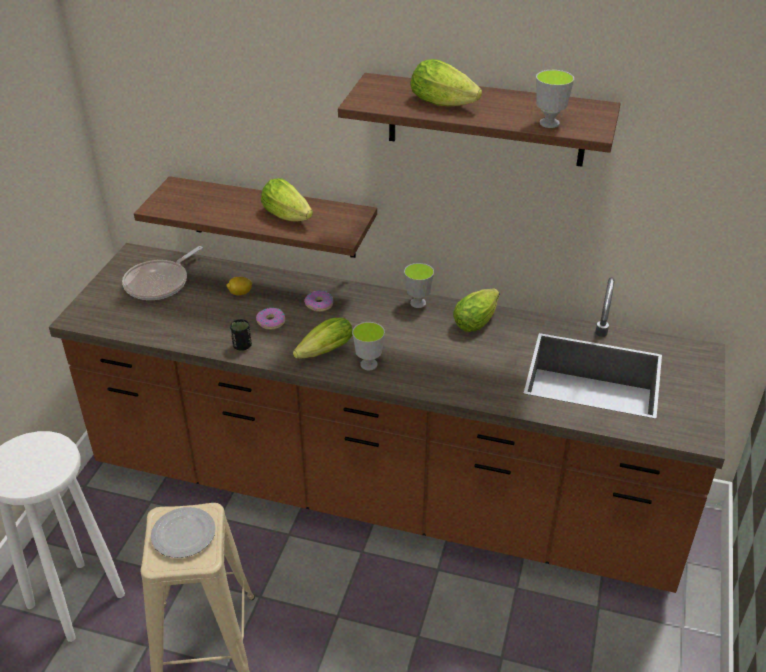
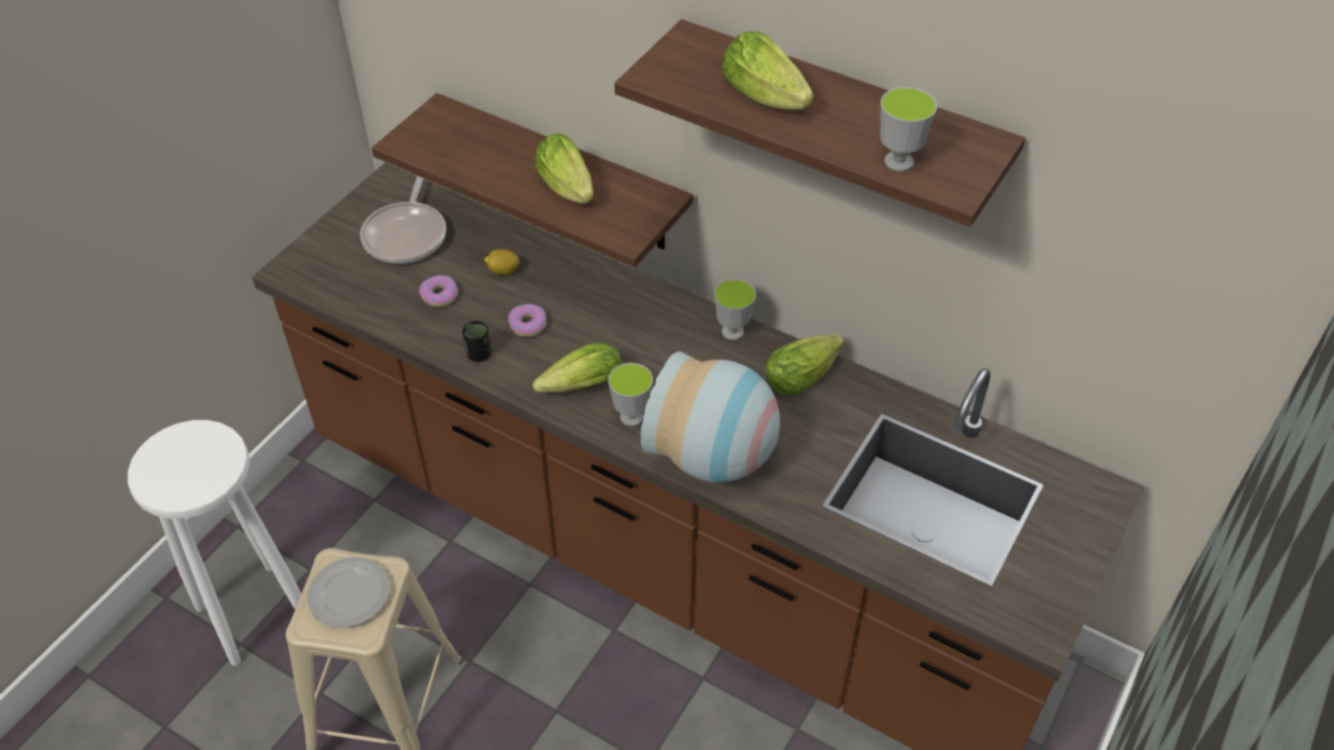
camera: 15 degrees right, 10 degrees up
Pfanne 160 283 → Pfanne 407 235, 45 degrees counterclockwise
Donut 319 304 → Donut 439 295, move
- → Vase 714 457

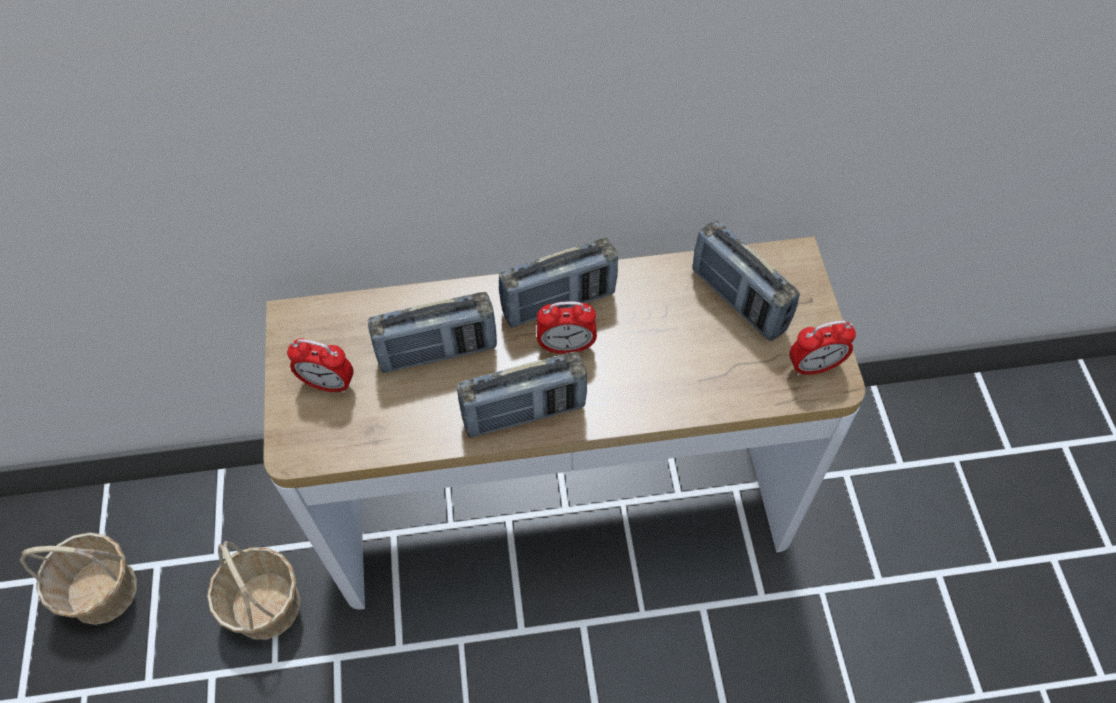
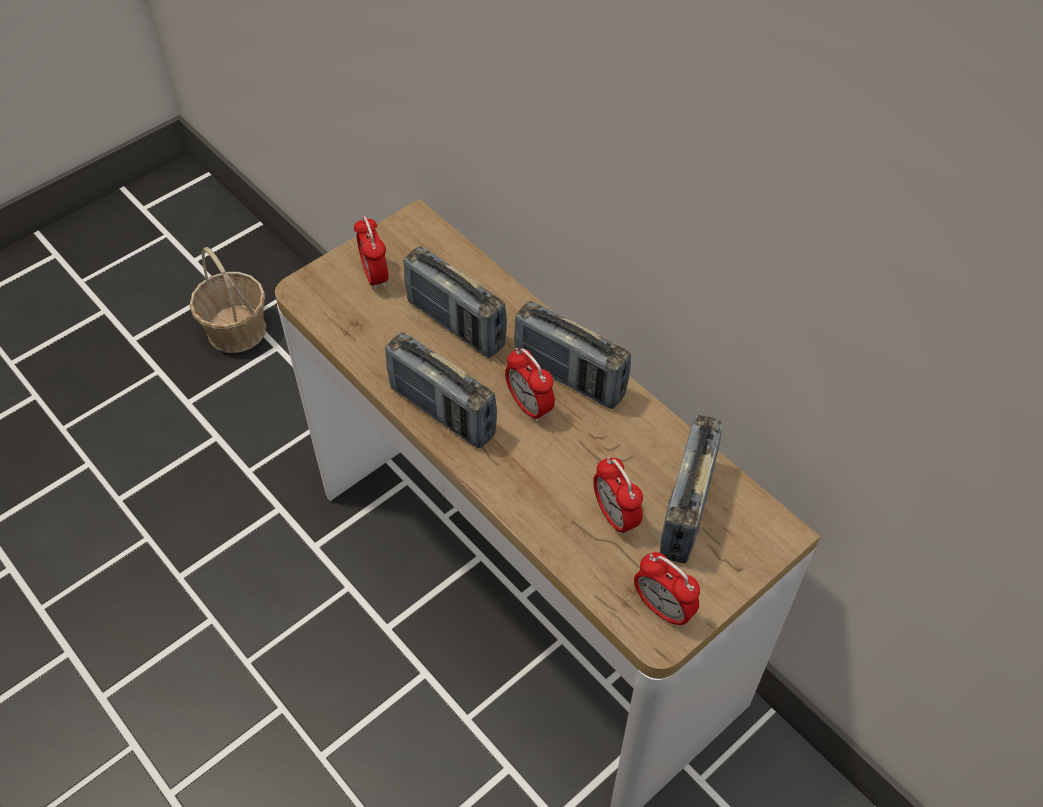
camera: 55 degrees right, 5 degrees down
- → Wecker 615 516
Korb 266 605 → -

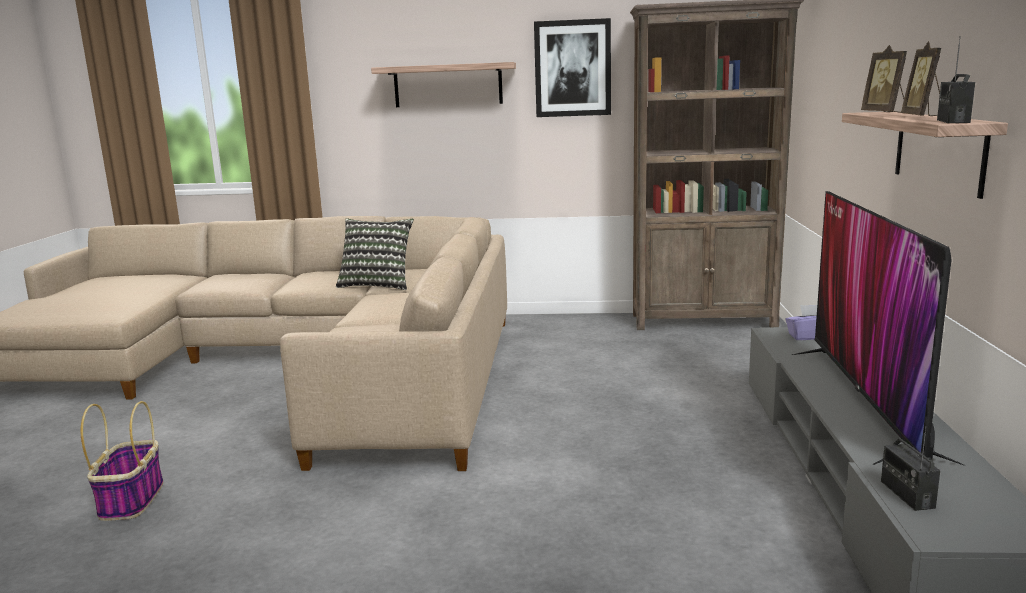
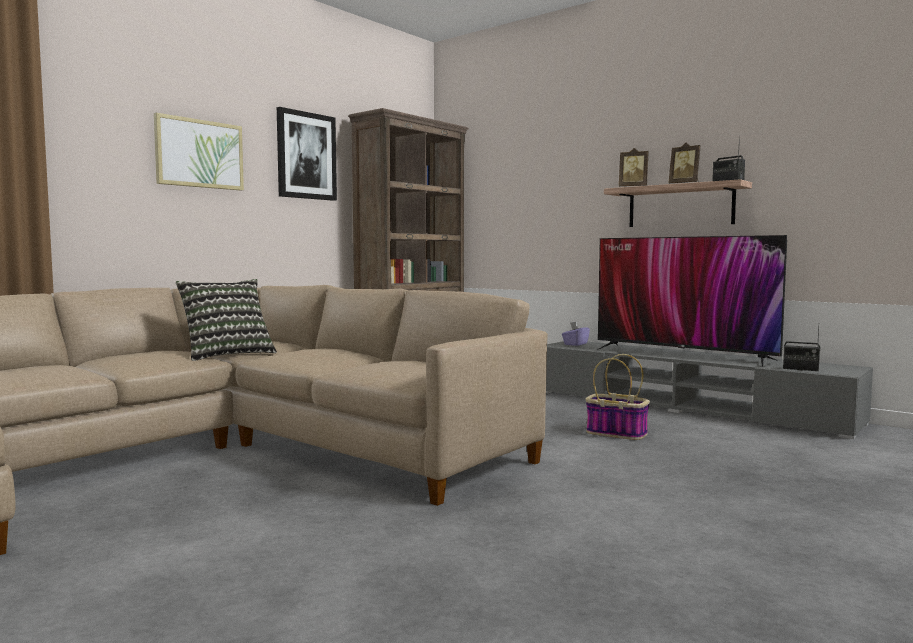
camera: 55 degrees left, 10 degrees down
Wandregal 448 85 → Bild 199 154
Korb 132 499 → Korb 615 433, move

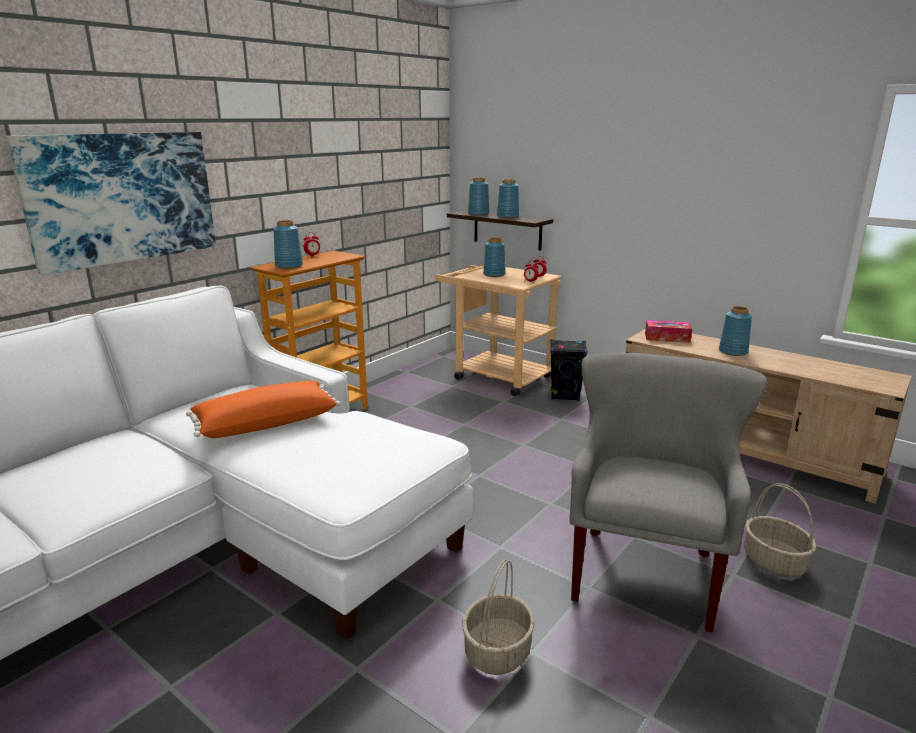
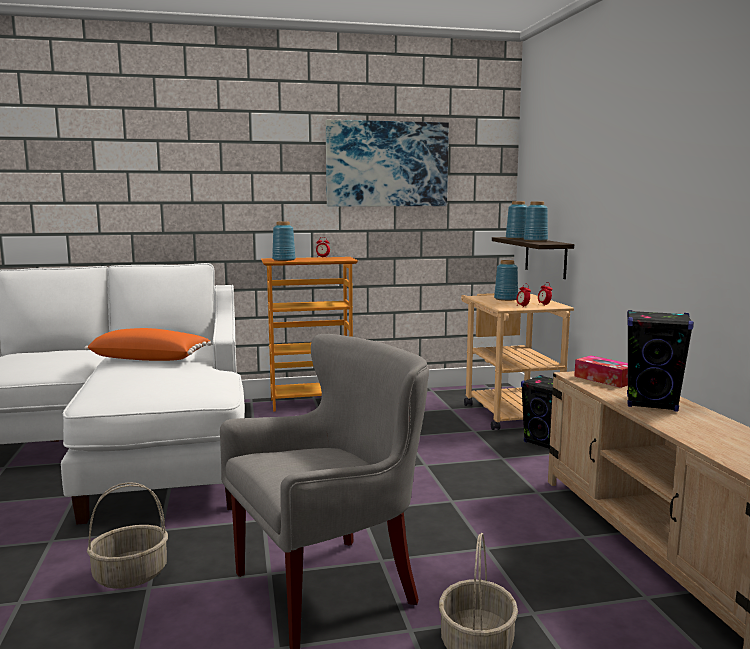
camera: 40 degrees right, 10 degrees down
Bild 122 198 → Bild 387 164, move
Vase [blau] 733 351 → Lautsprecher [schwarz] 652 404

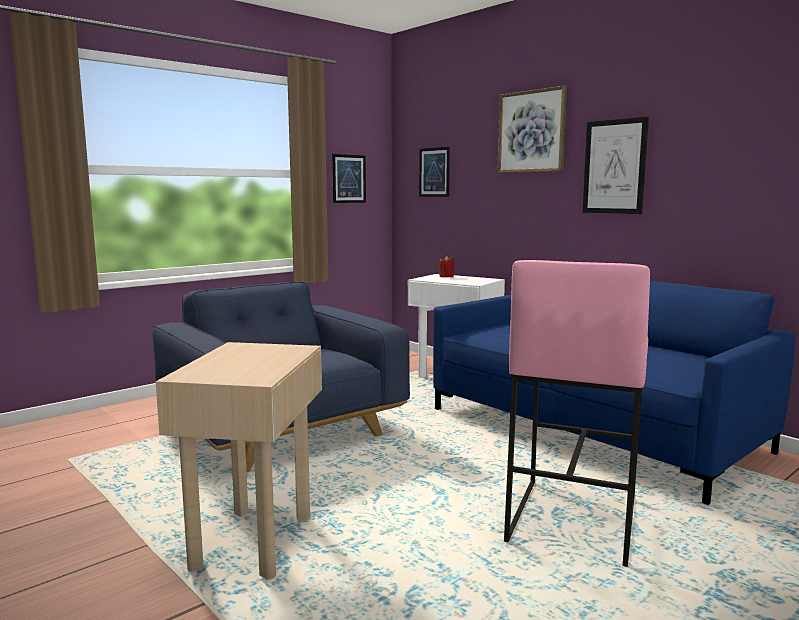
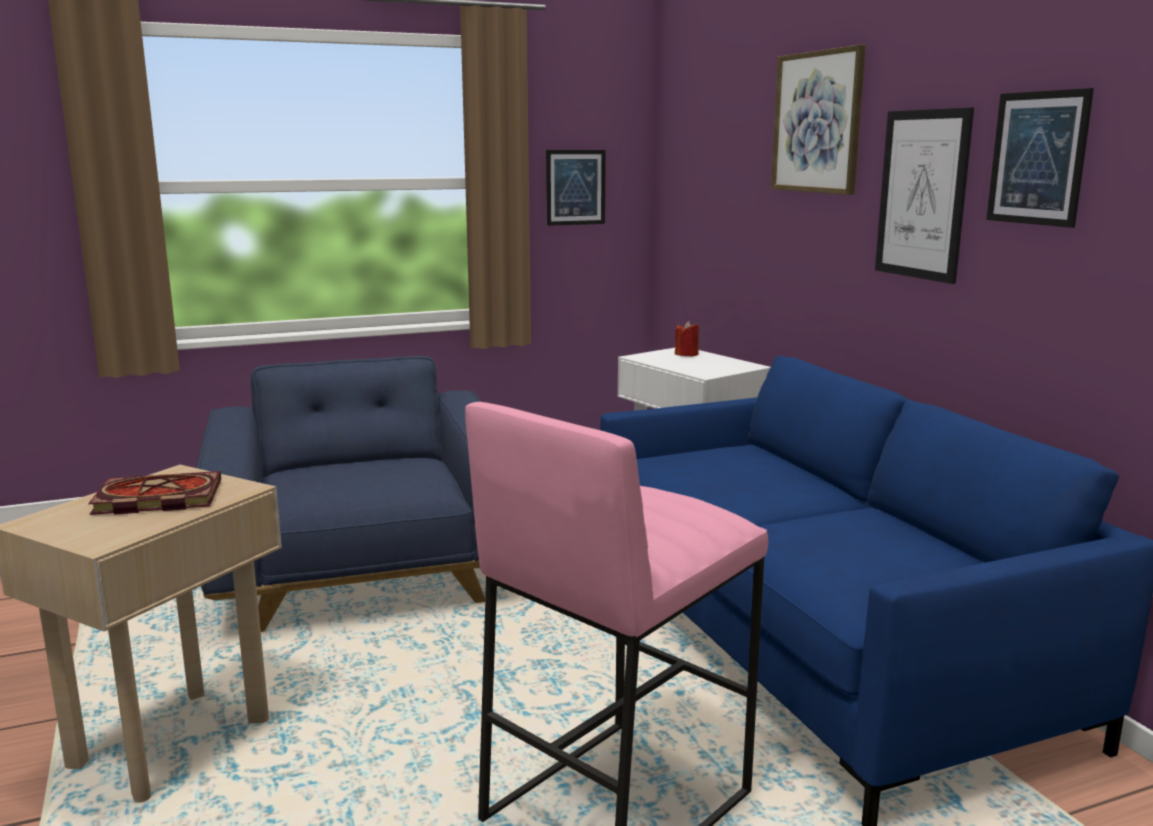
camera: 20 degrees right, 5 degrees up
- → Buch 154 499
Bild 434 172 → Bild 1037 158, move

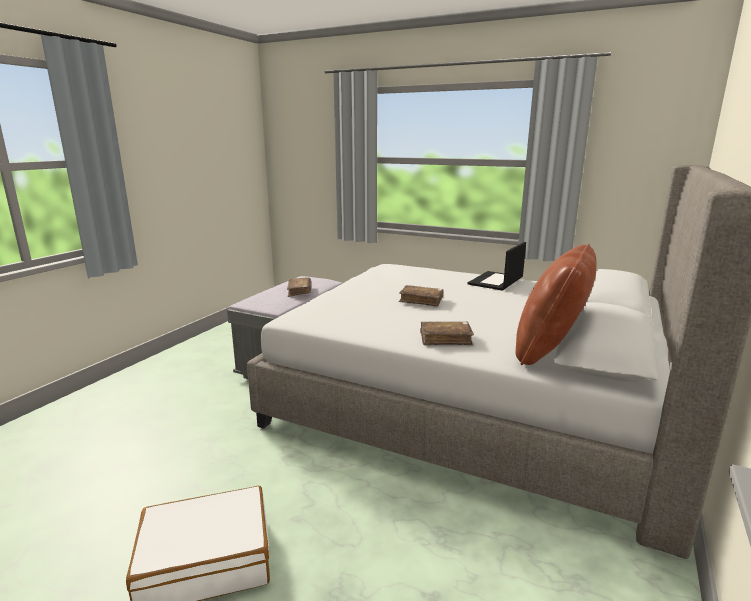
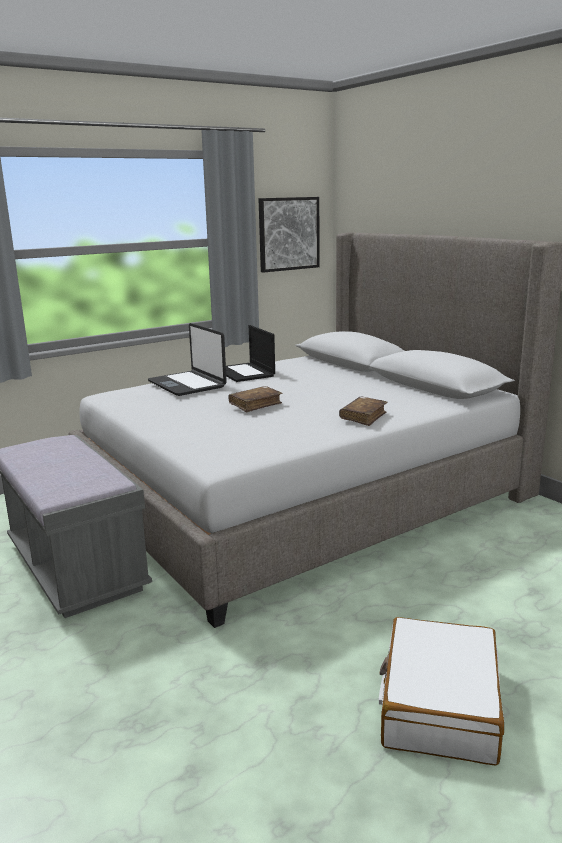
camera: 60 degrees left, 0 degrees up
- → Laptop 187 384
- → Bild 288 234
Buch [braun] 299 291 → -
Kissen [braun] 550 351 → -

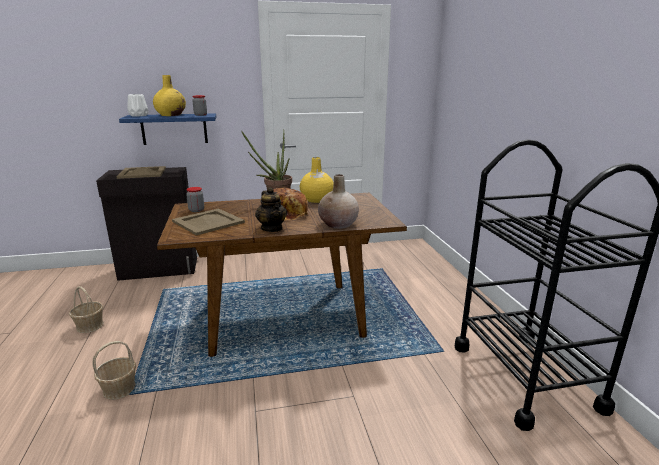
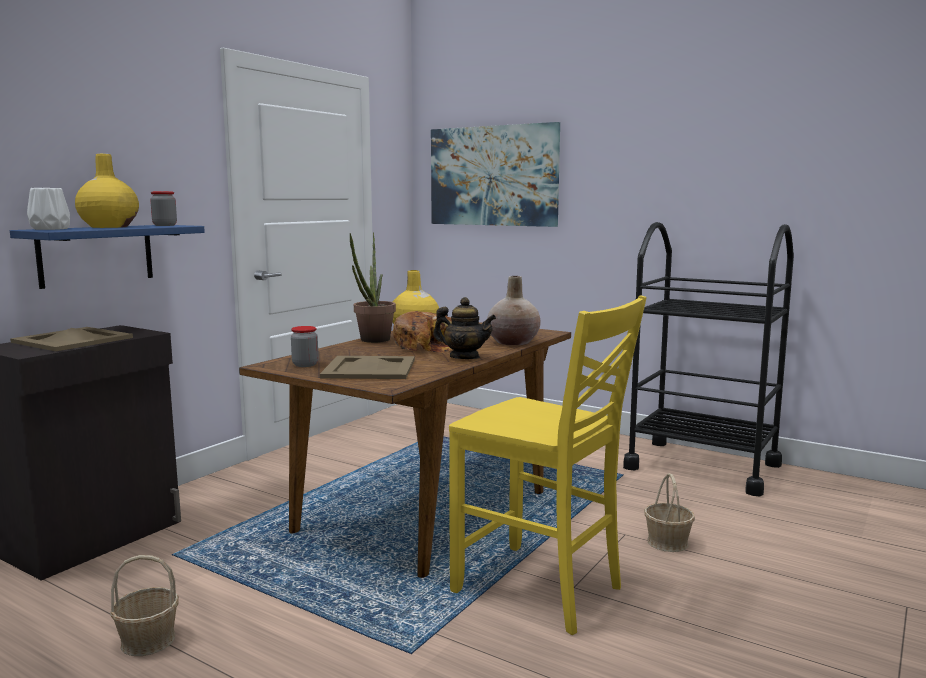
camera: 45 degrees left, 10 degrees down
- → Bild 493 176
- → Stuhl [gelb] 540 590
Korb 119 388 → Korb 667 542, move

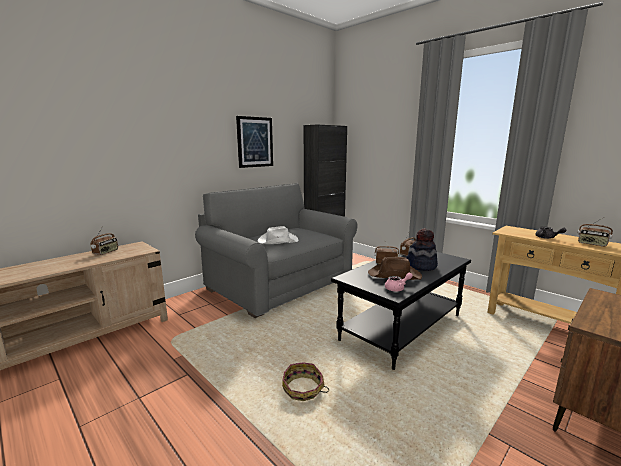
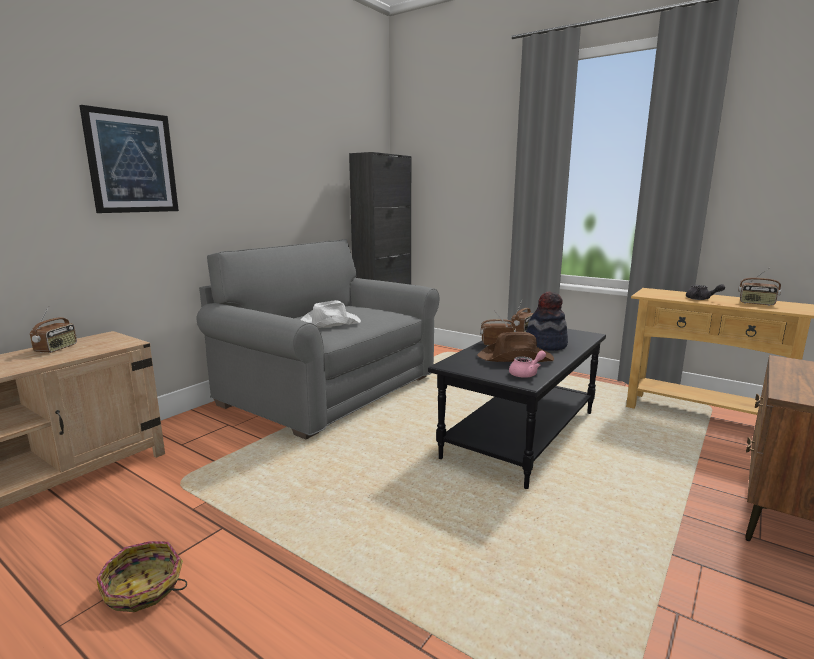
camera: 10 degrees left, 0 degrees up
Bild 255 142 → Bild 132 162, move
Korb 303 389 → Korb 144 589, move

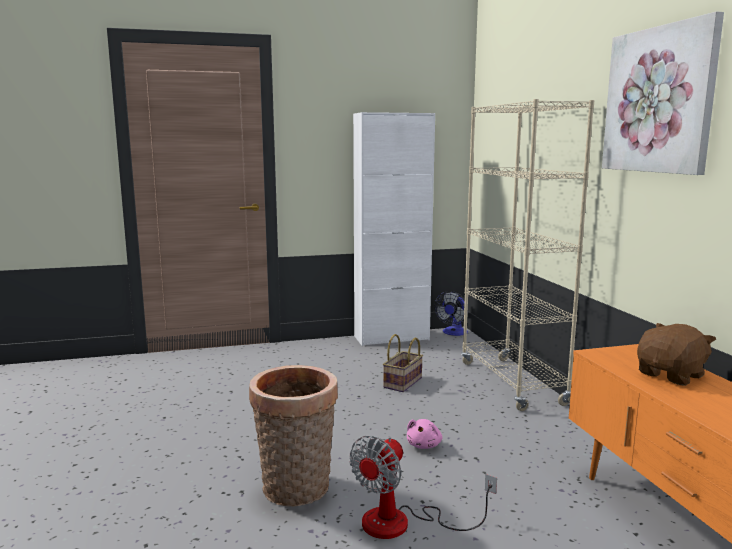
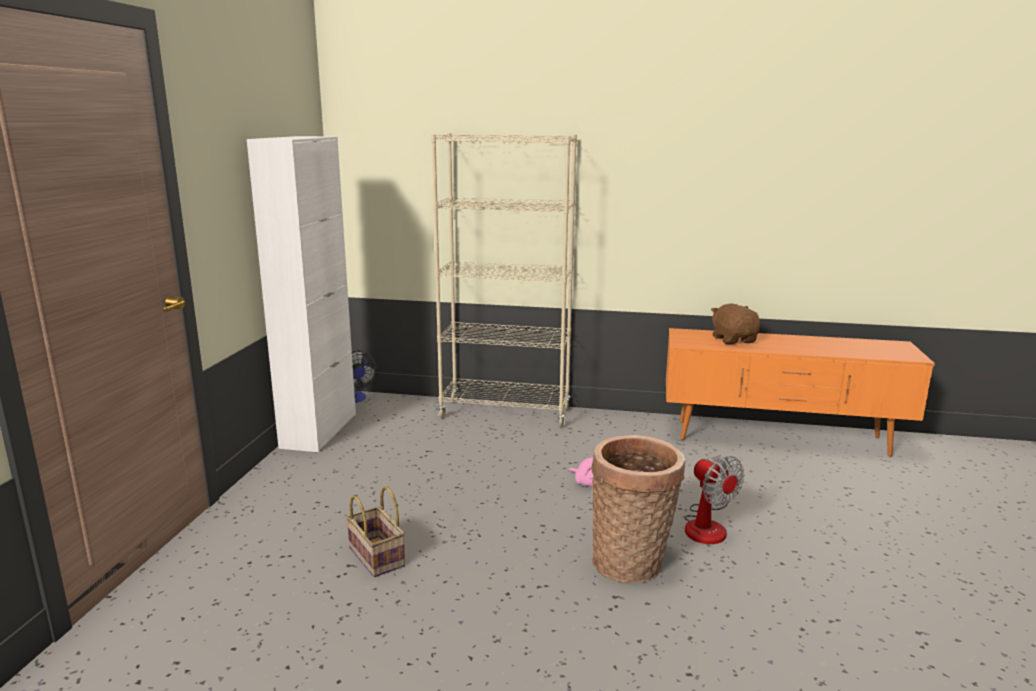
camera: 65 degrees left, 5 degrees up
Korb 403 383 → Korb 378 557, move
Bild 659 100 → -

